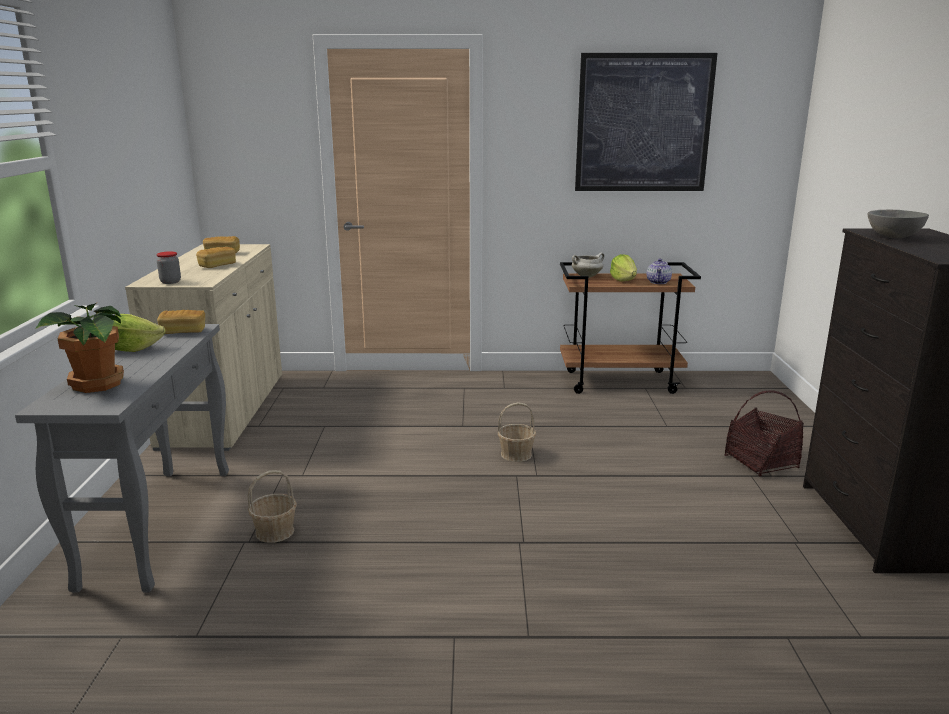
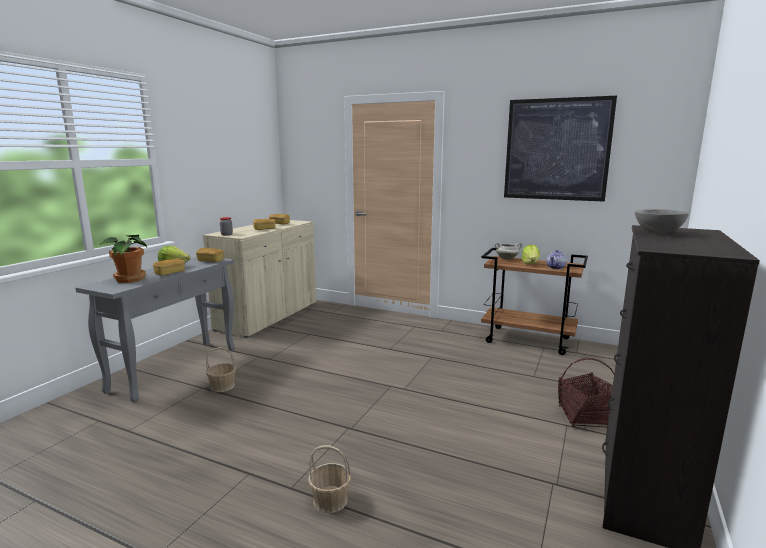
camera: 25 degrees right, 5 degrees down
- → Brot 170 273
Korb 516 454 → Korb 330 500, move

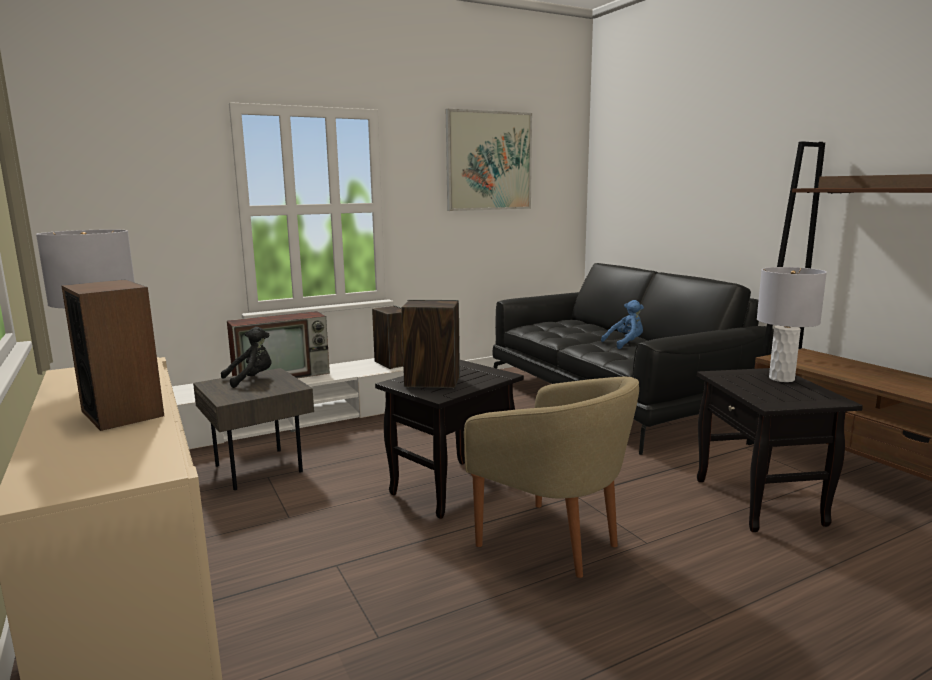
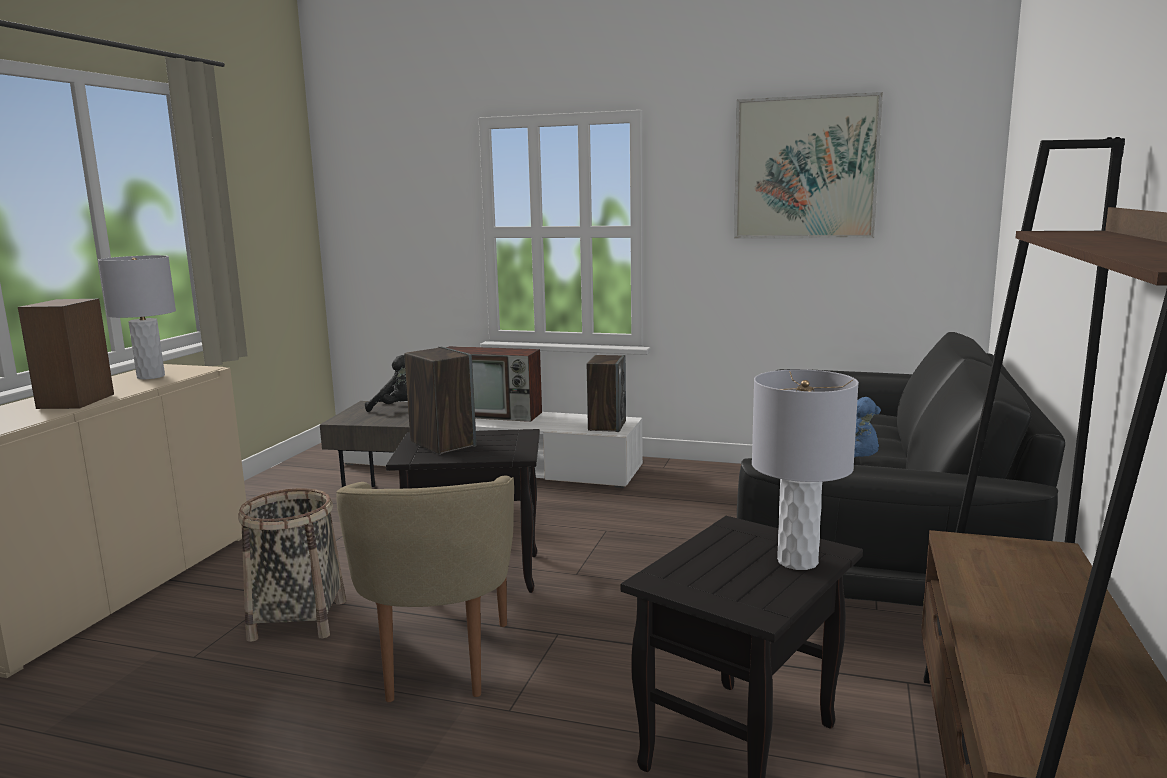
camera: 45 degrees right, 0 degrees up
- → Korb 298 619

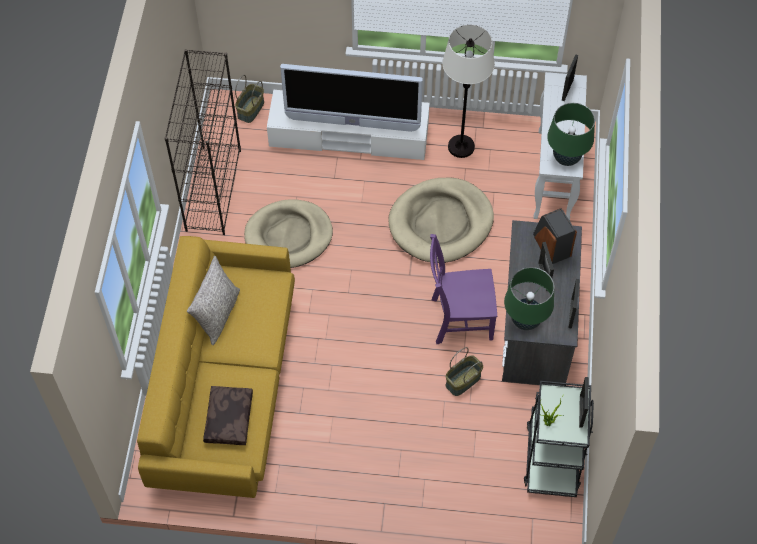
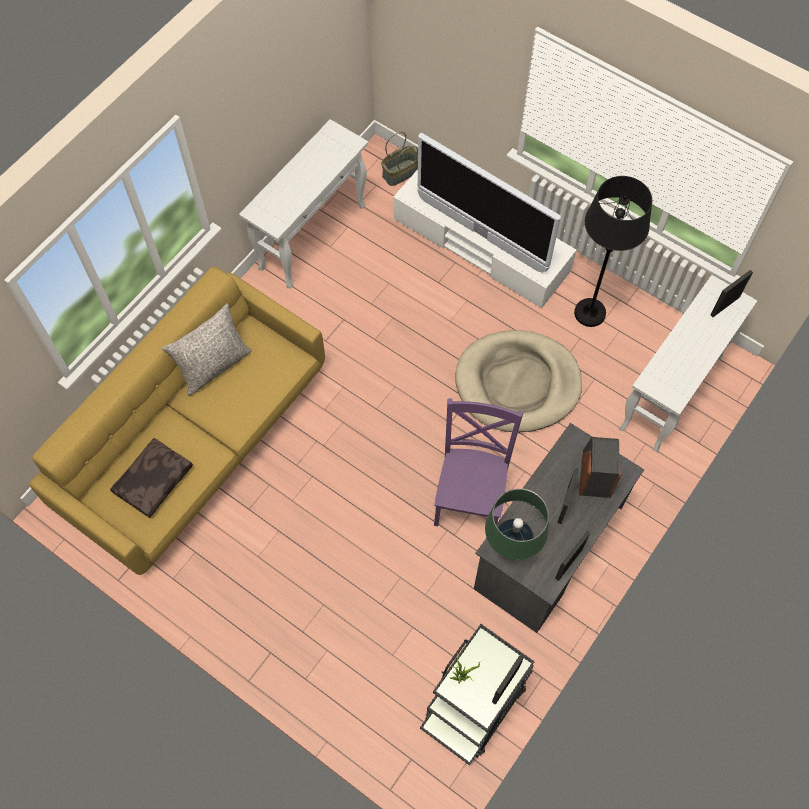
camera: 30 degrees right, 5 degrees up
Bücherregal [schwarz] 213 189 → Konsolentisch [weiß] 313 236
Stuhl [lila] 458 319 → Stuhl [lila] 471 496, 75 degrees clockwise
Stehlampe [weiß] 461 147 → Stehlampe [schwarz] 590 313
Hundebett [beige] 288 236 → -
Korb 463 381 → -
Tischlampe [grün] 566 158 → -

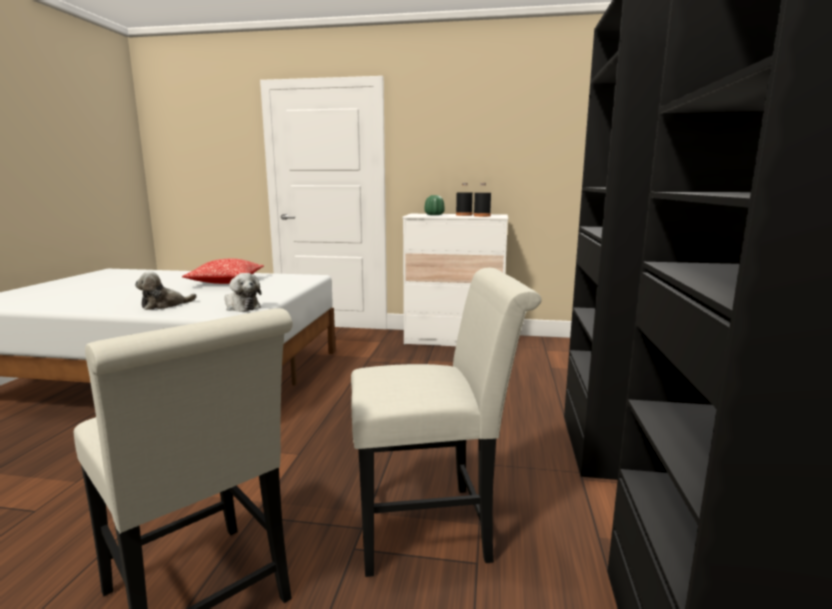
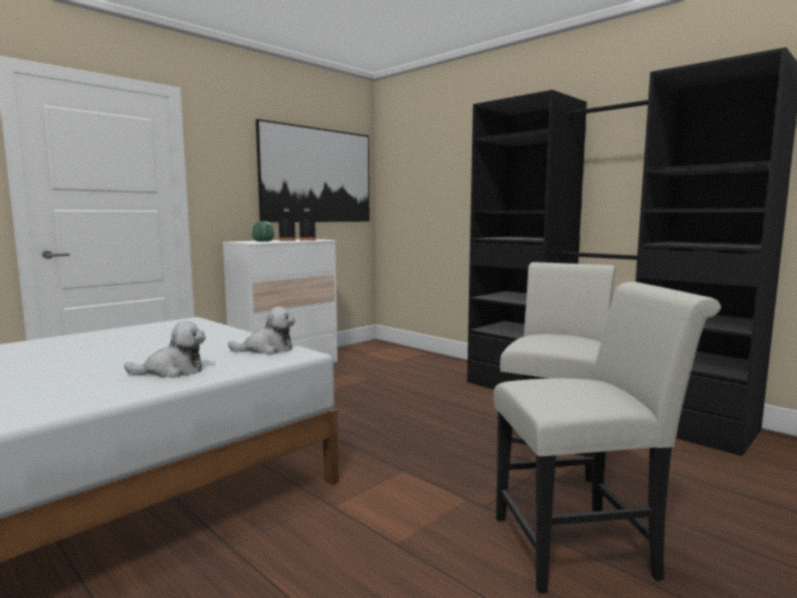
camera: 55 degrees left, 5 degrees down
Plüschtier 164 305 → Plüschtier 172 371, 105 degrees counterclockwise
- → Bild 317 175
Kissen 226 282 → -

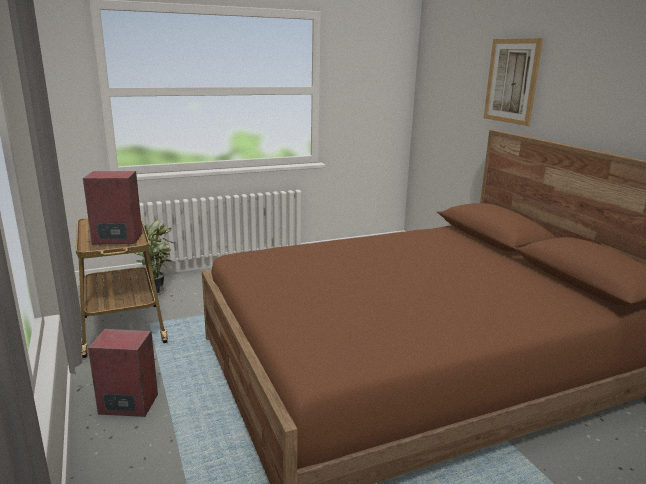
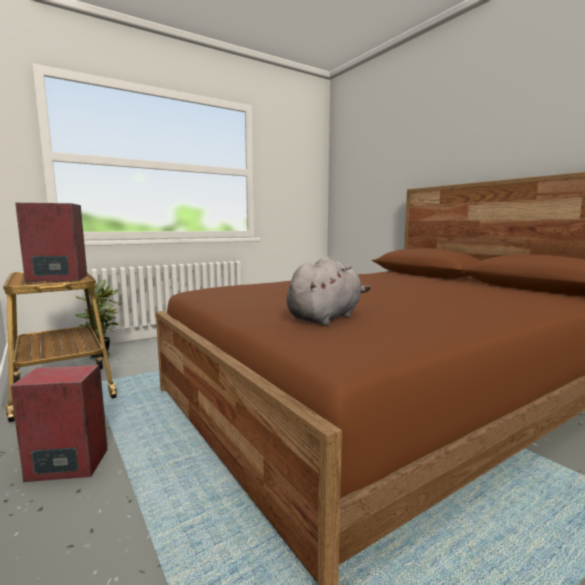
camera: 10 degrees left, 10 degrees down
- → Plüschtier [grau] 326 318
Bild 512 81 → -

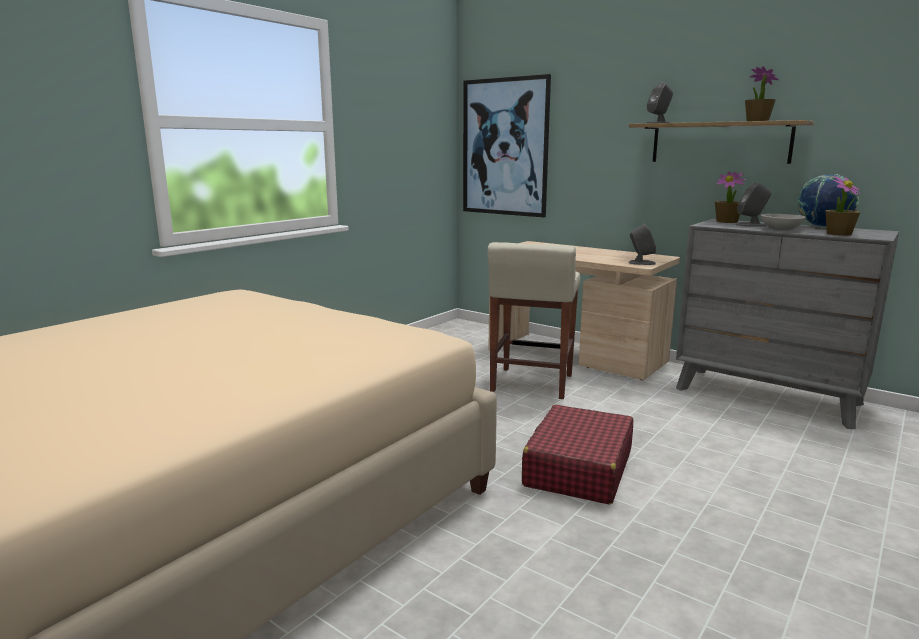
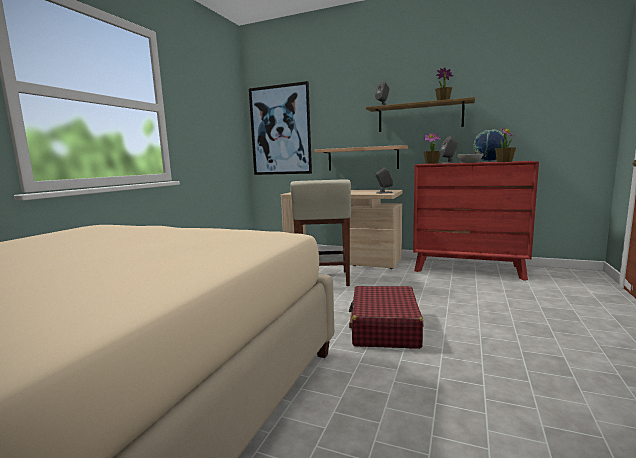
camera: 15 degrees left, 5 degrees down
- → Wandregal 362 158
Kommode [grau] 766 396 → Kommode [rot] 468 269

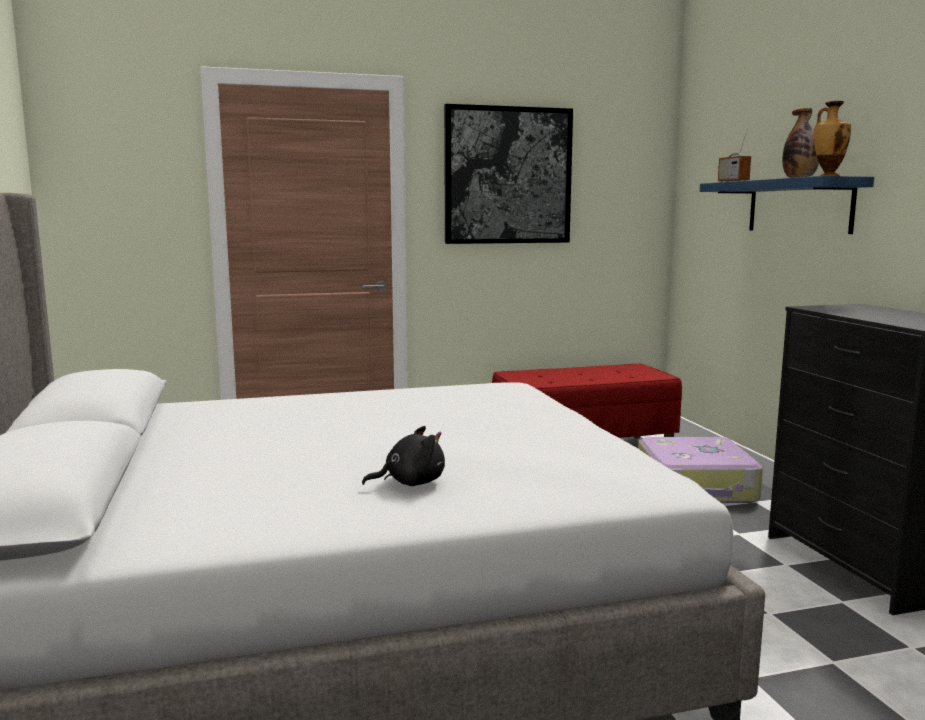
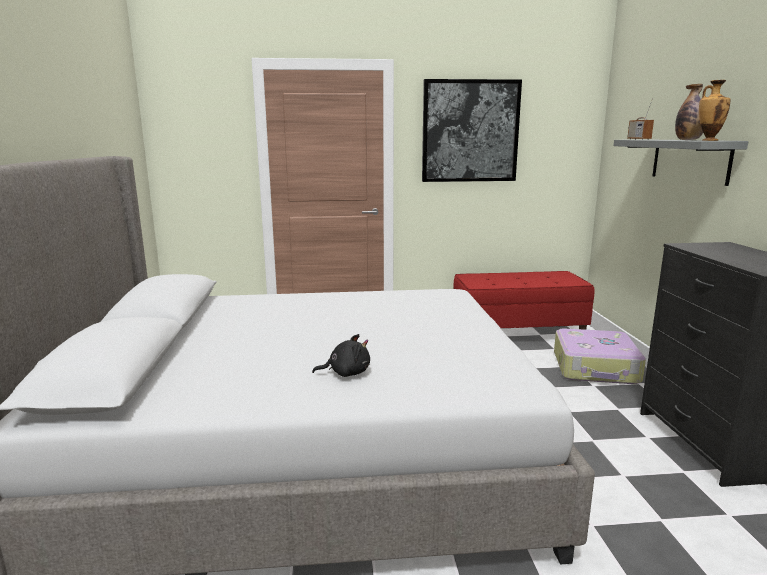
camera: 10 degrees right, 5 degrees up
Wandregal [blau] 799 206 → Wandregal [grau] 690 160

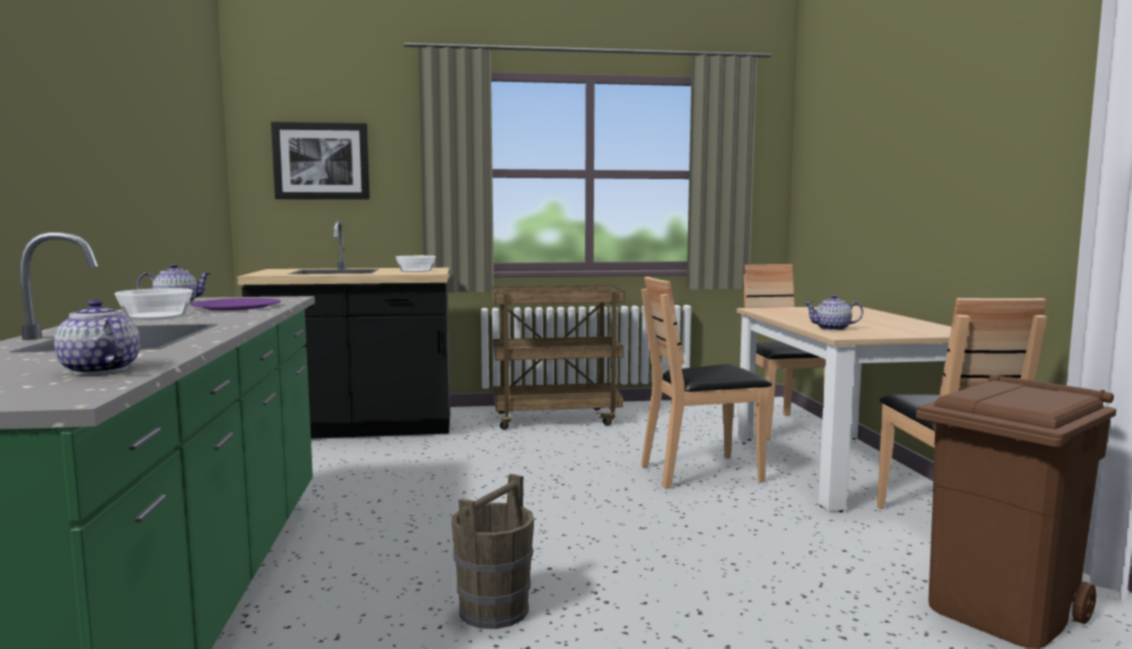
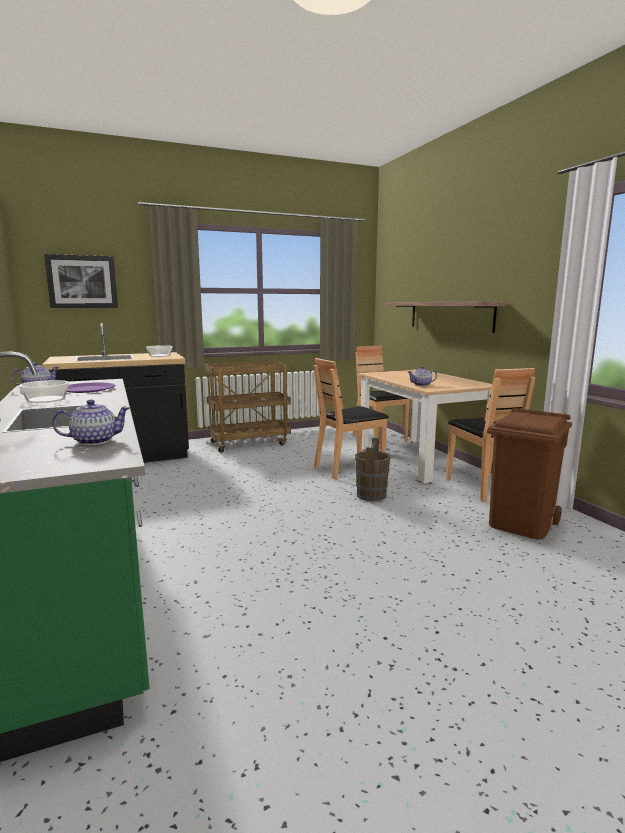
camera: 15 degrees left, 5 degrees up
Teekanne 99 370 → Teekanne 94 441, 135 degrees clockwise
Eimer [braun] 494 610 → Eimer [braun] 371 495, move
- → Wandregal 449 315

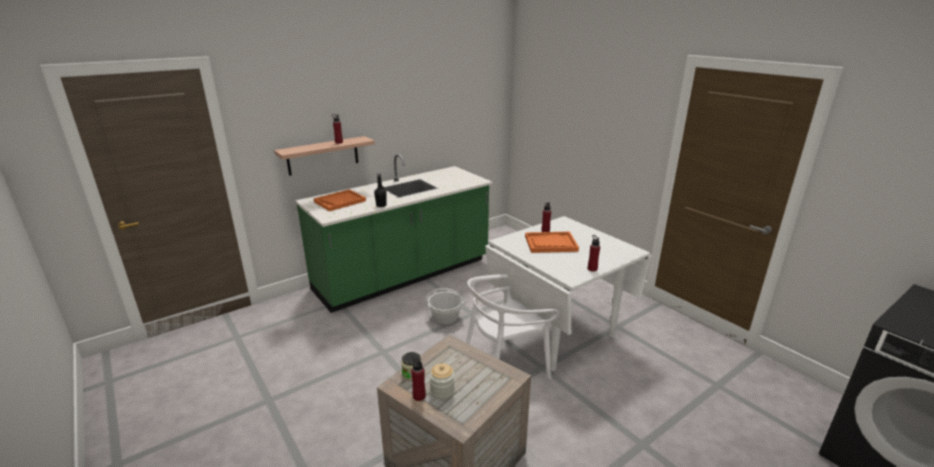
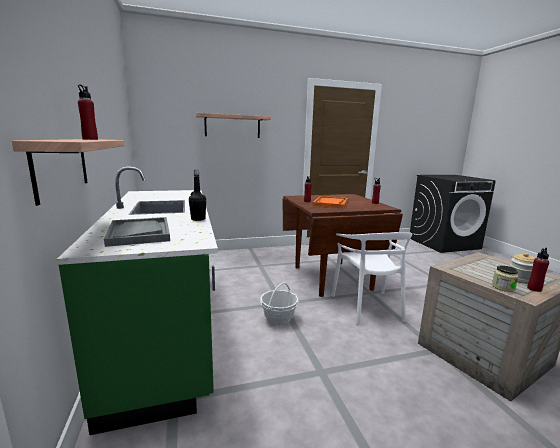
camera: 70 degrees left, 10 degrees down
Tablett [orange] 340 201 → Tablett [grau] 139 233
- → Wandregal 232 126
Esstisch [weiß] 558 334 → Esstisch [braun] 331 278

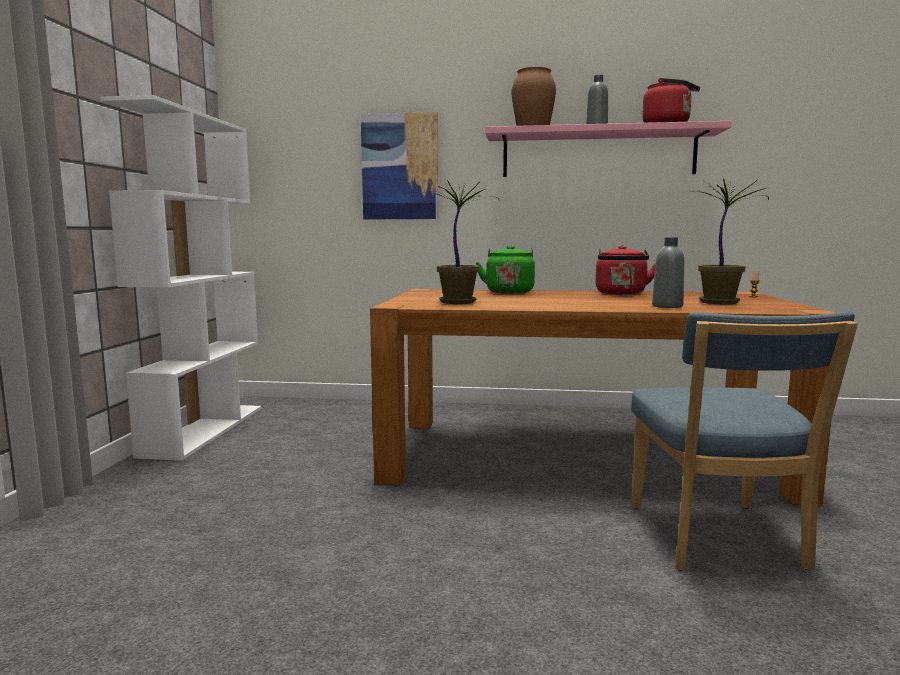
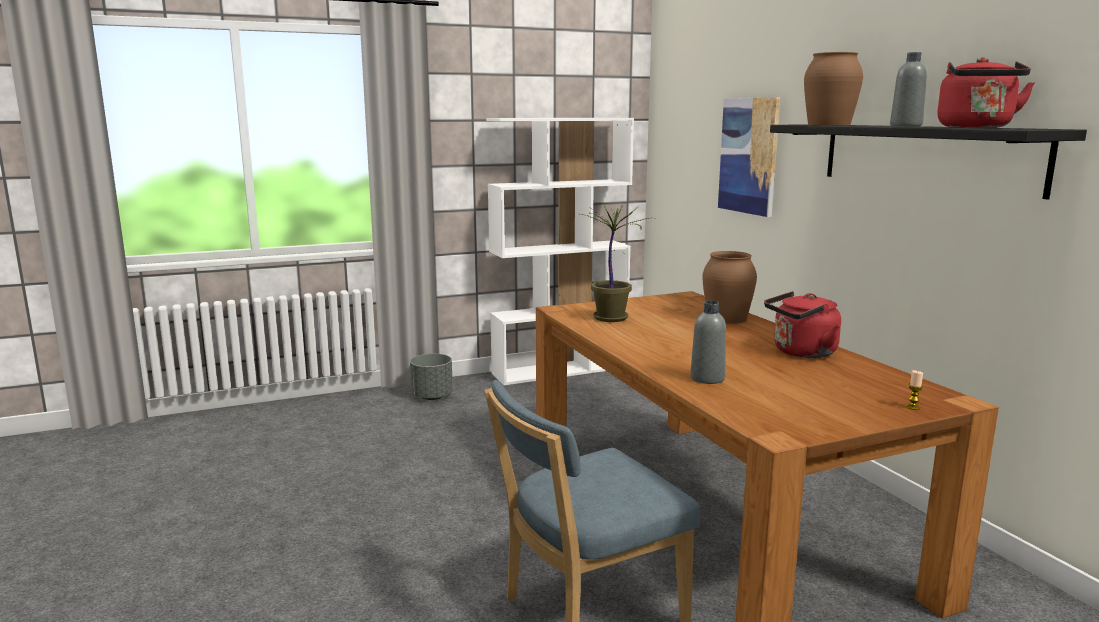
camera: 60 degrees right, 5 degrees up
- → Pflanzkübel [grau] 432 396
Wasserkessel [grün] 509 292 → Vase [braun] 727 318
Wandregal [rosa] 598 154 → Wandregal [schwarz] 925 156
Topfpflanze 720 302 → -

